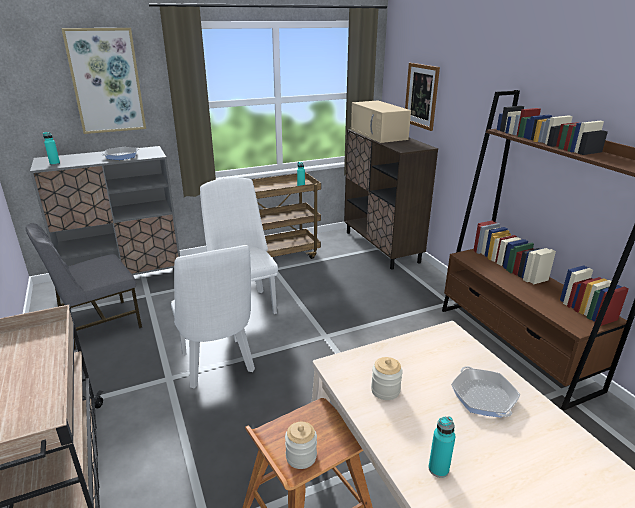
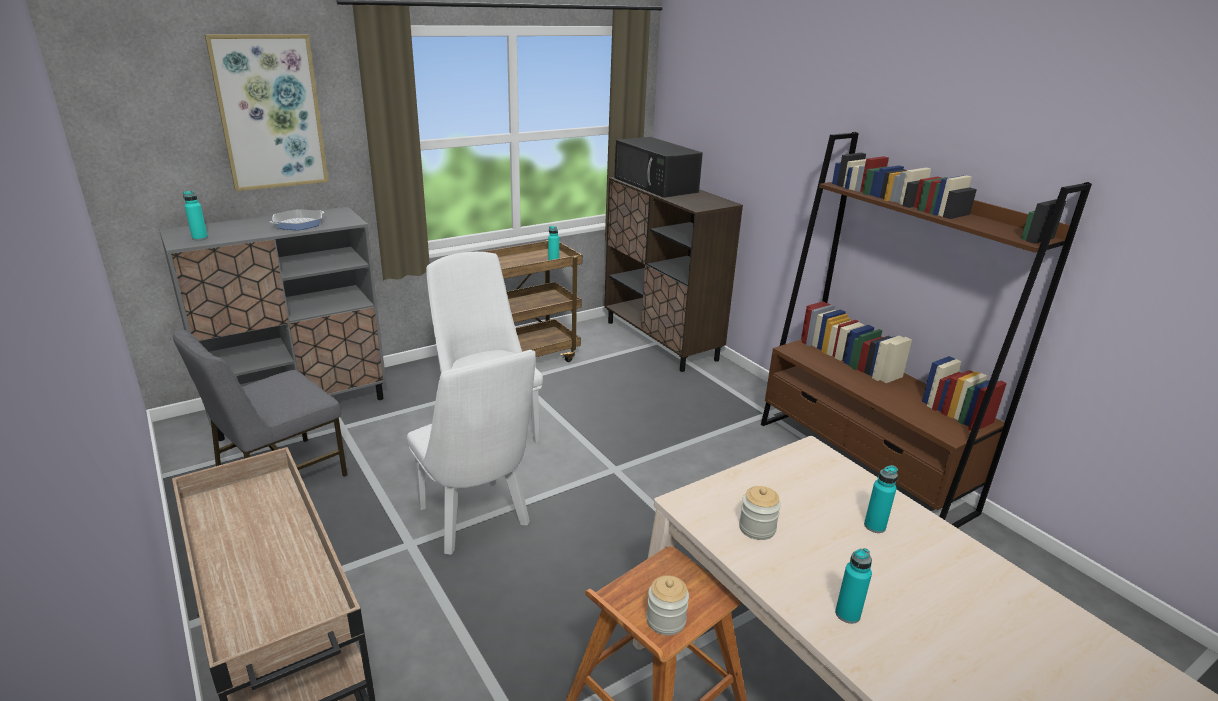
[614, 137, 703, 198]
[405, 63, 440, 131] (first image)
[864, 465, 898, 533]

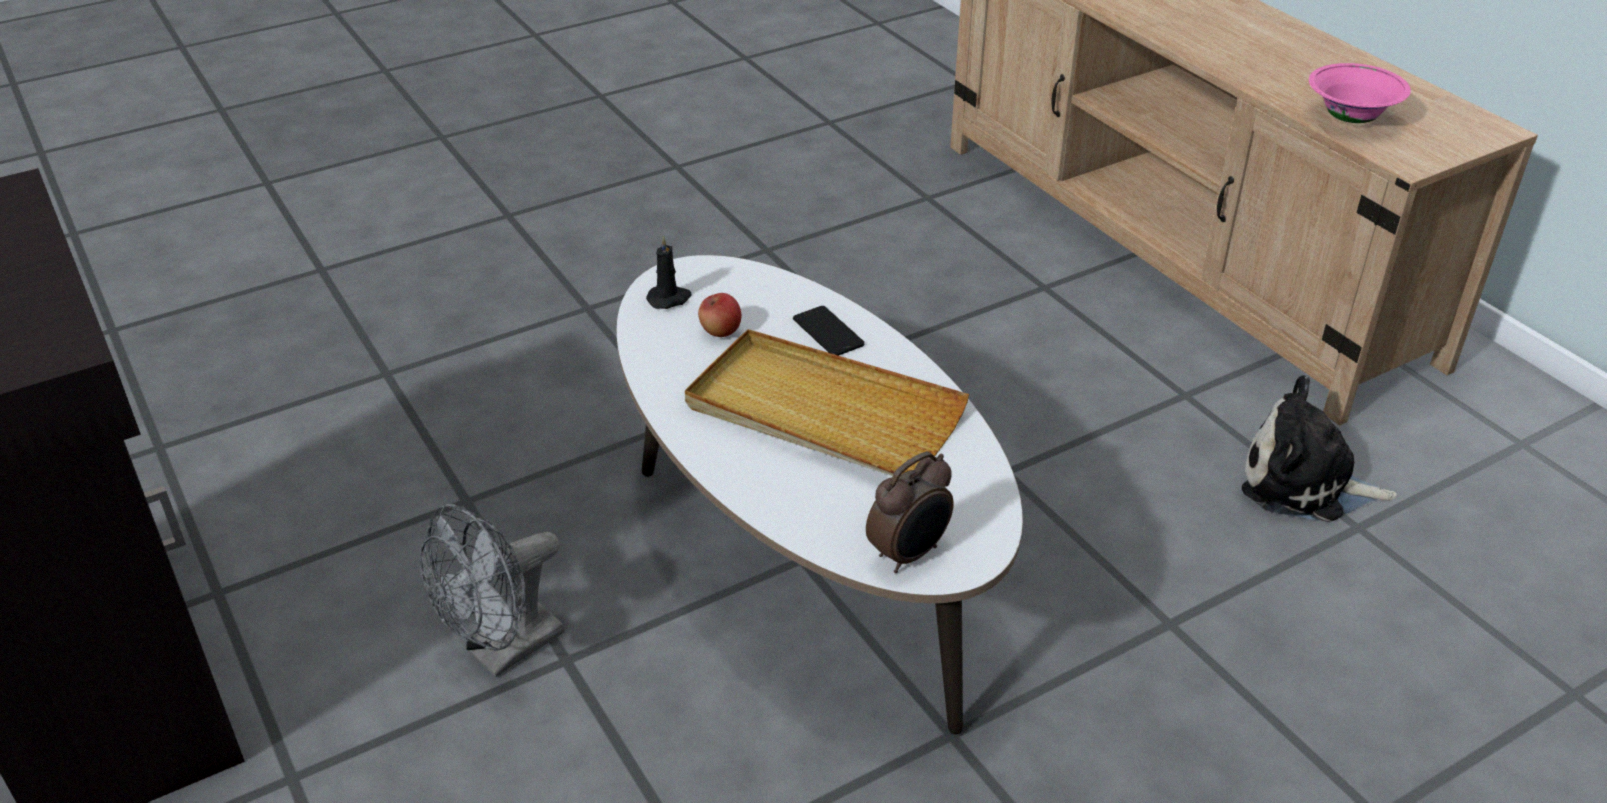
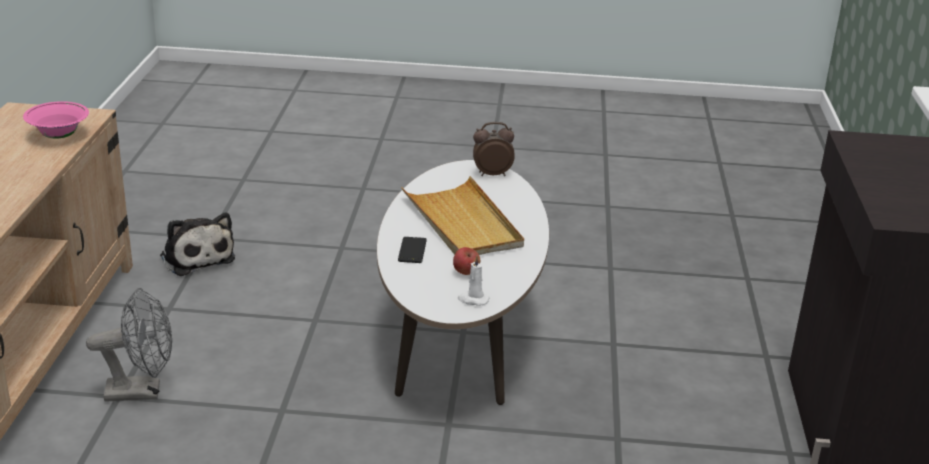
[86, 288, 172, 402]
[458, 255, 489, 306]

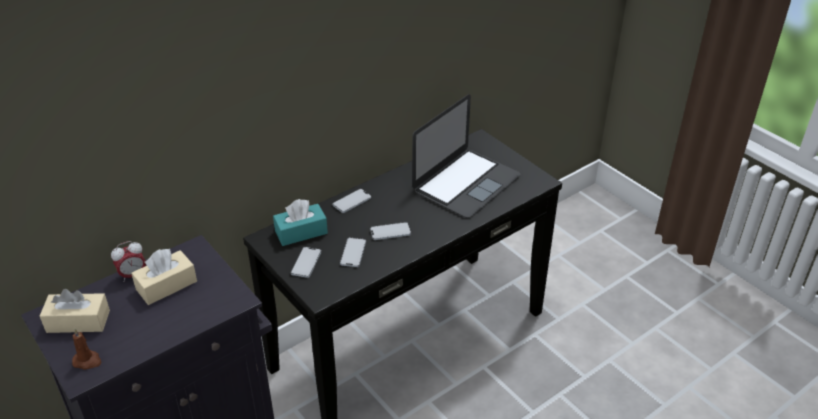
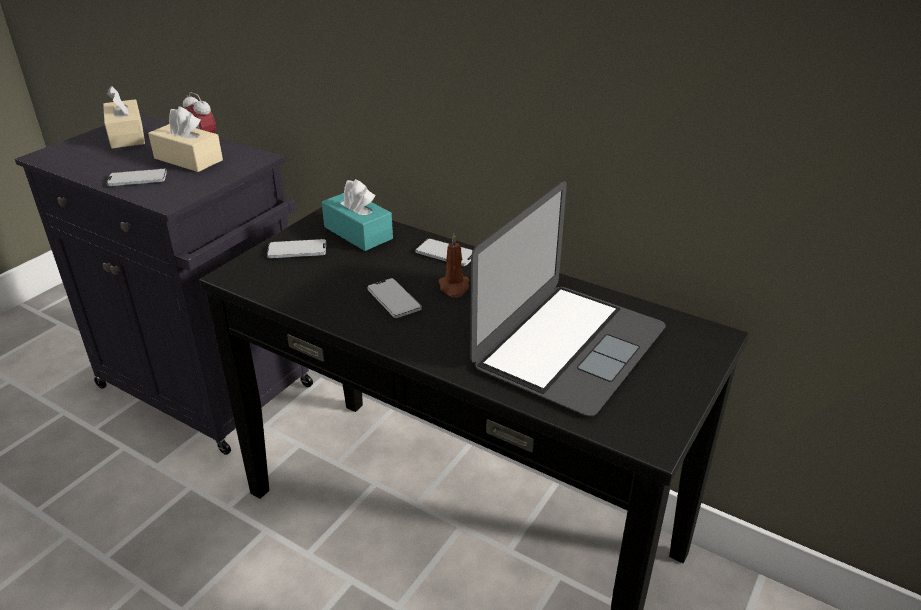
[438, 234, 469, 298]
[107, 169, 167, 186]
[470, 181, 666, 417]

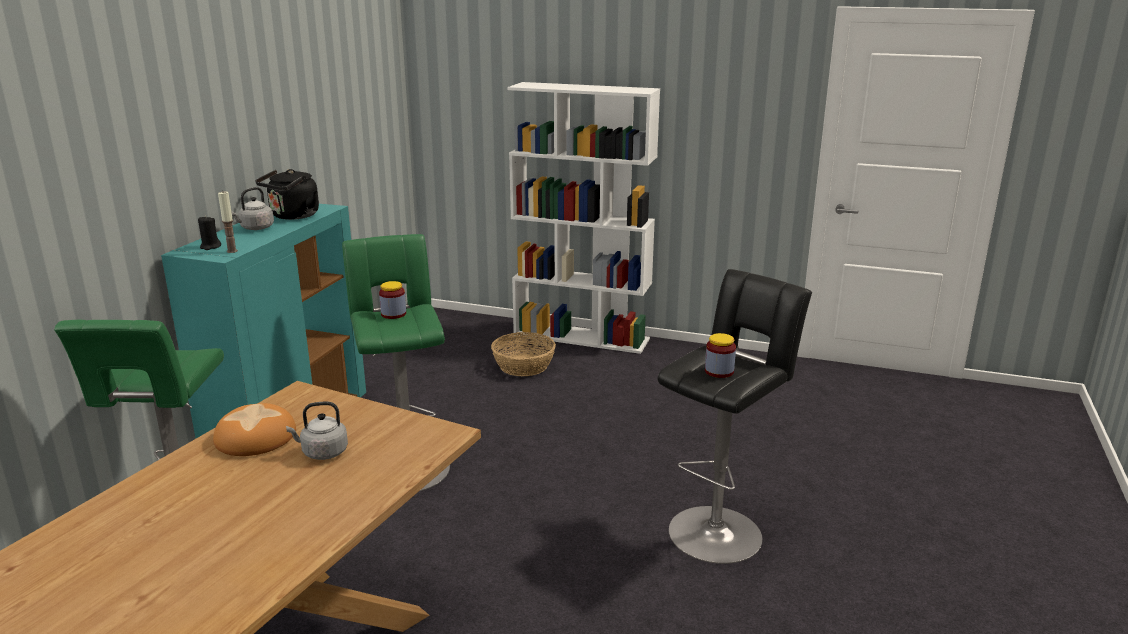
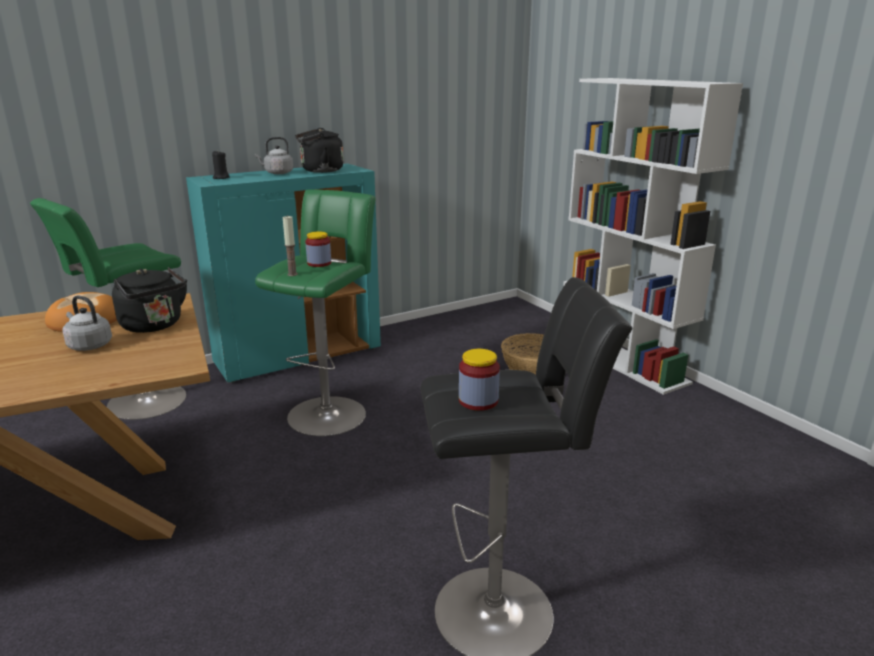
[283, 215, 298, 276]
[112, 267, 187, 333]

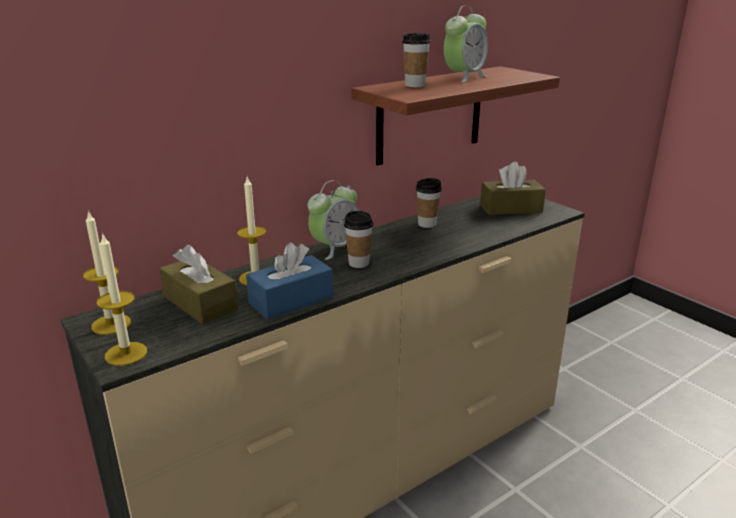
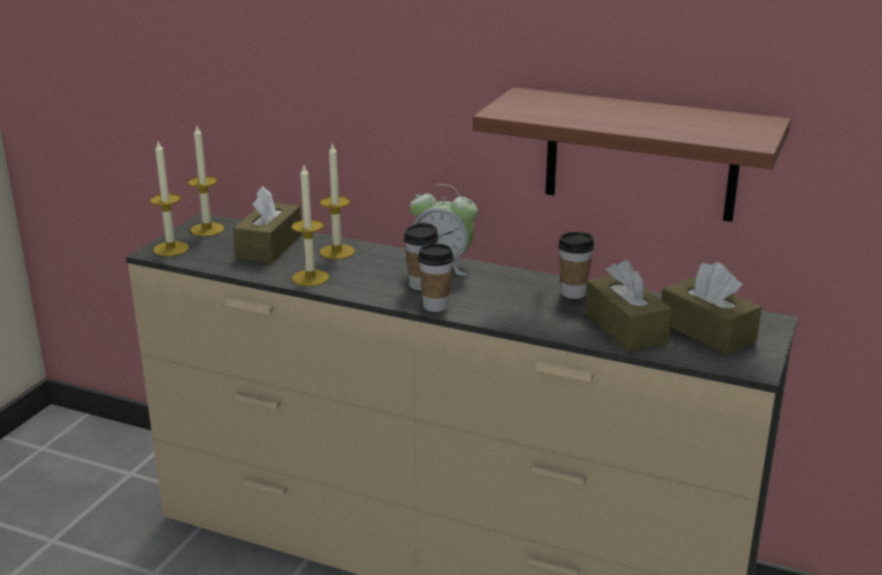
[291, 165, 329, 286]
[418, 243, 454, 312]
[444, 5, 488, 82] (first image)
[585, 260, 672, 351]

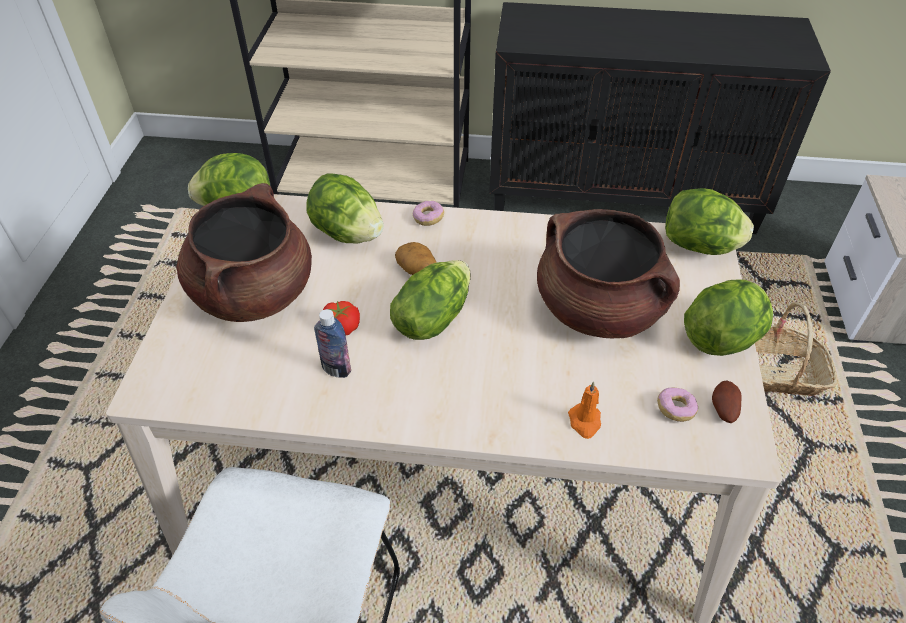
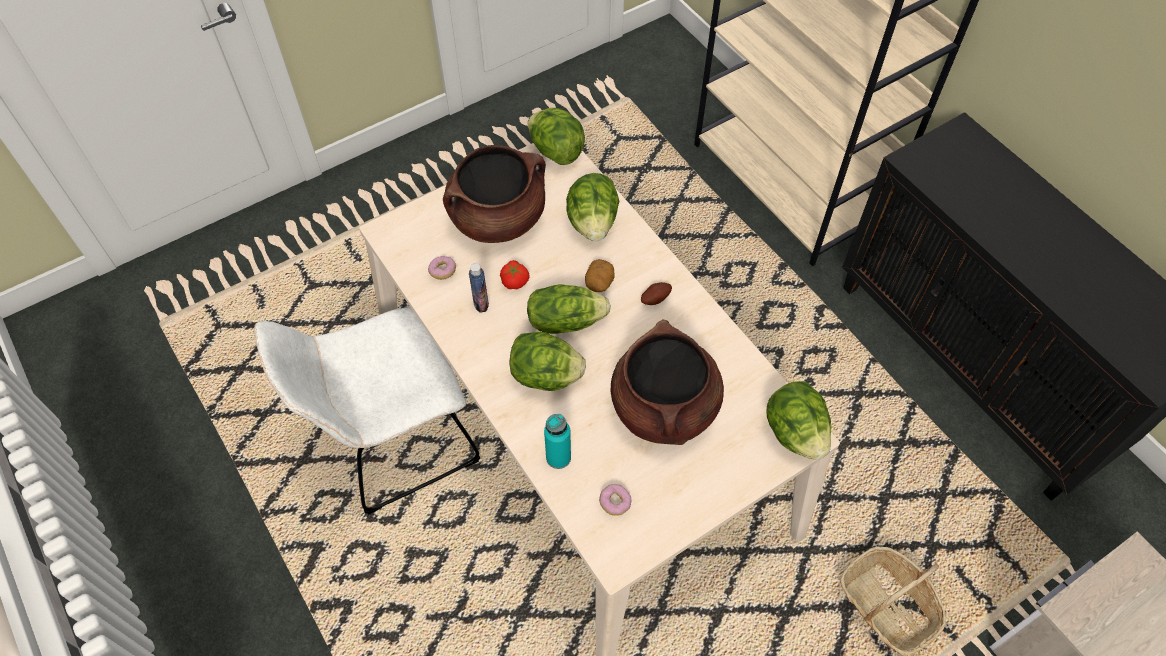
[428, 256, 456, 280]
[544, 414, 571, 469]
[510, 332, 586, 391]
[641, 282, 672, 305]

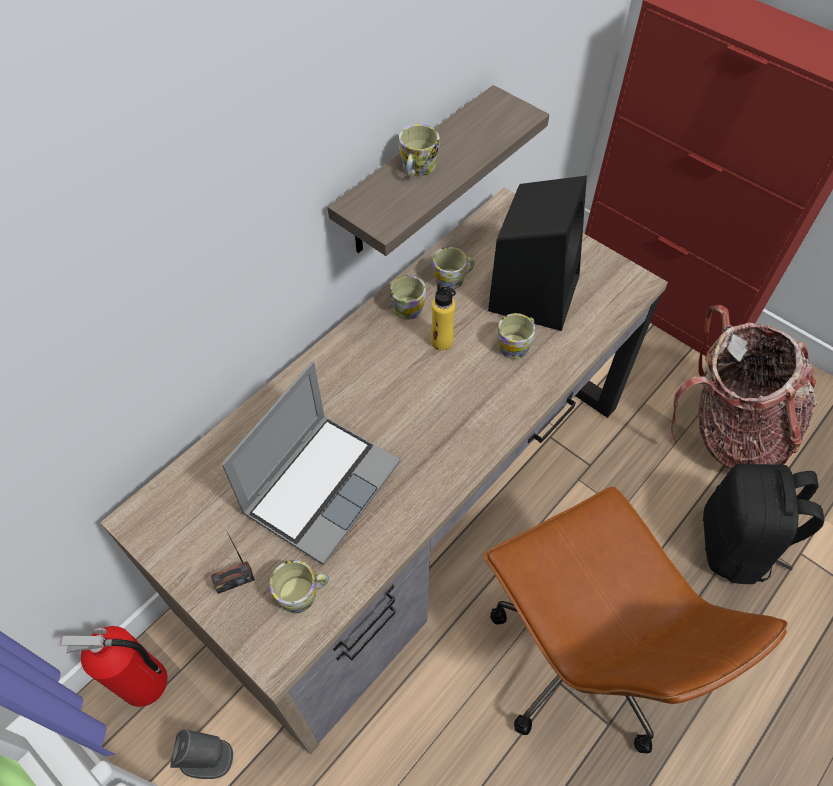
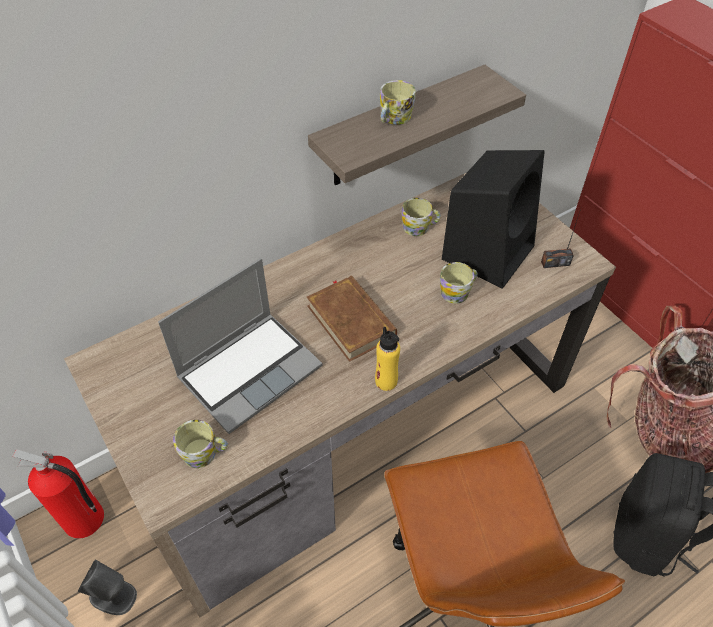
[541, 209, 581, 268]
[390, 275, 426, 320] (first image)
[375, 327, 400, 391]
[307, 275, 397, 362]

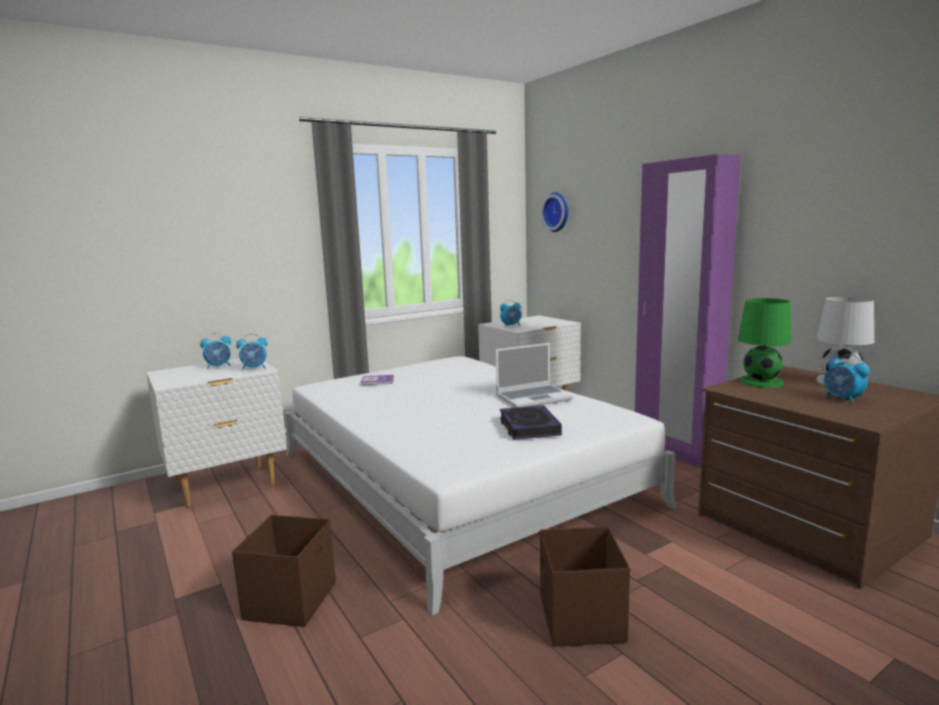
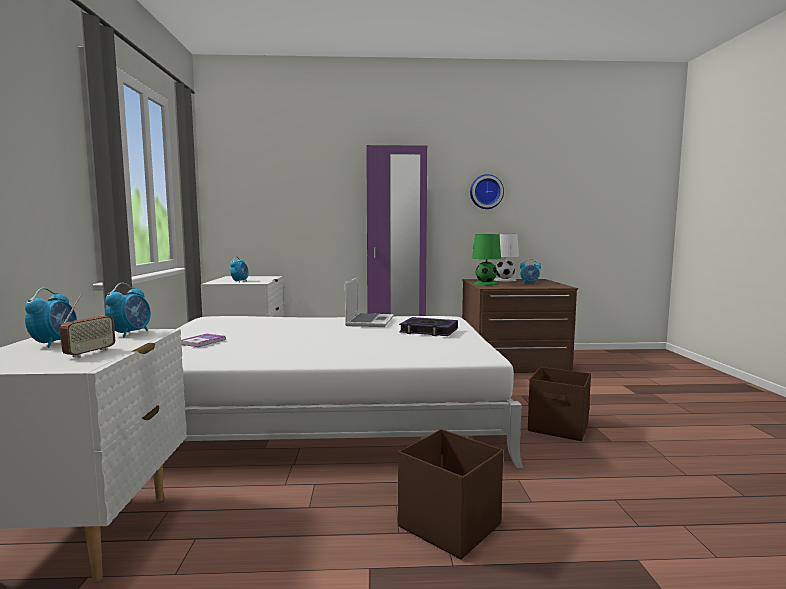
[470, 174, 504, 209]
[60, 293, 115, 358]

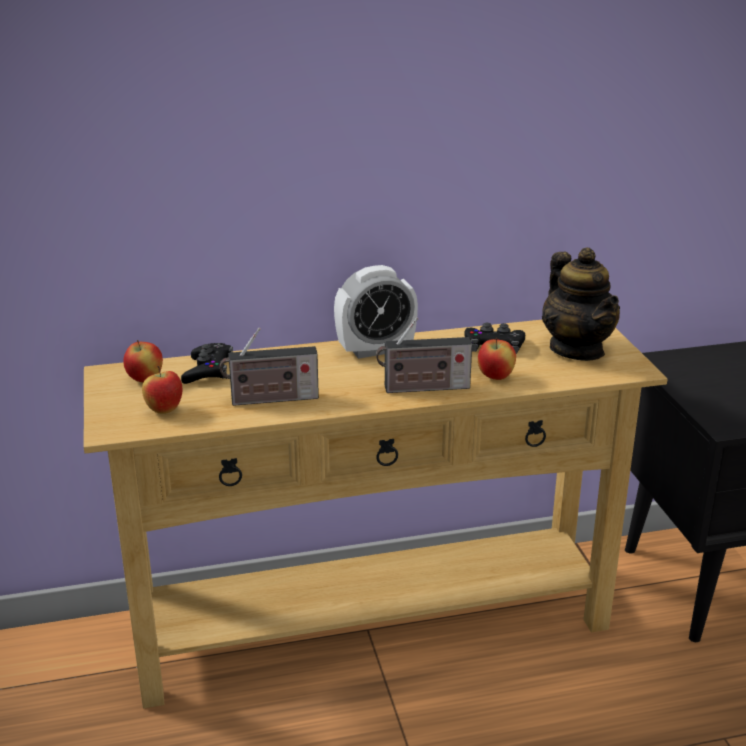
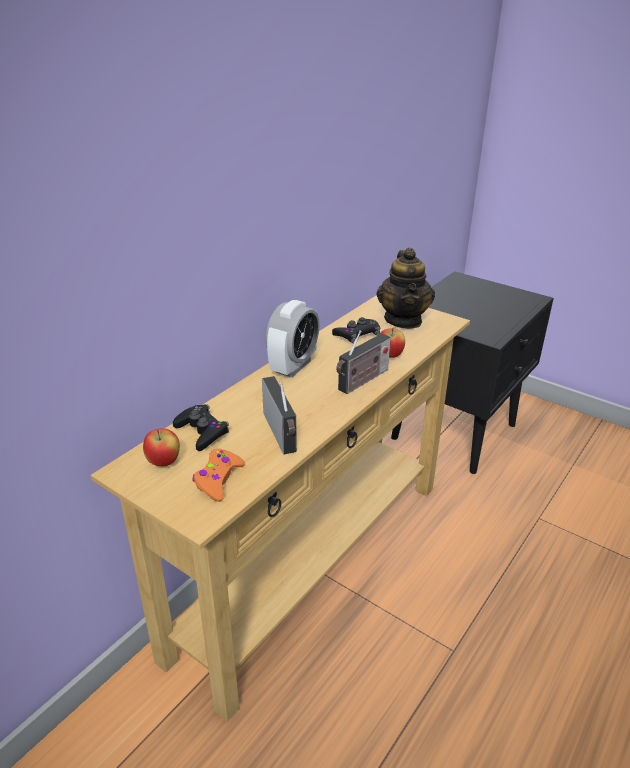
[192, 448, 245, 502]
[262, 376, 297, 454]
[376, 248, 435, 329]

